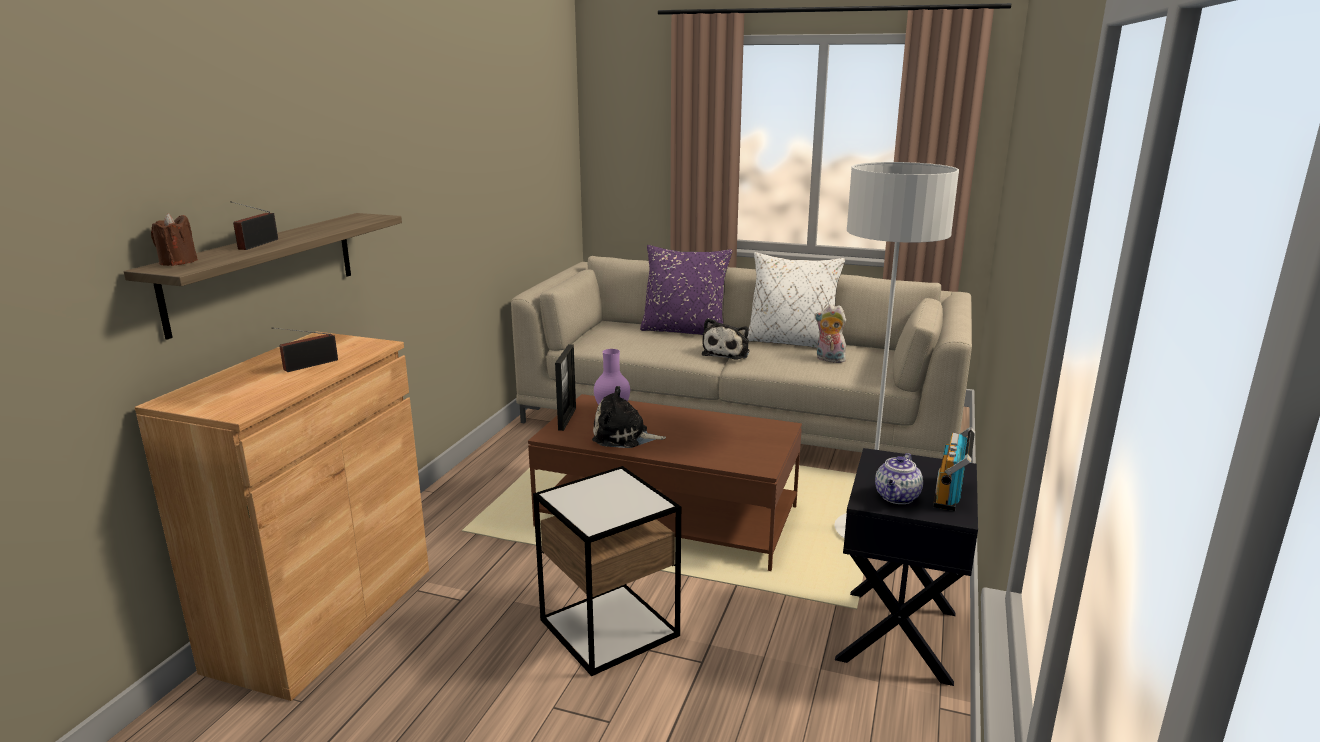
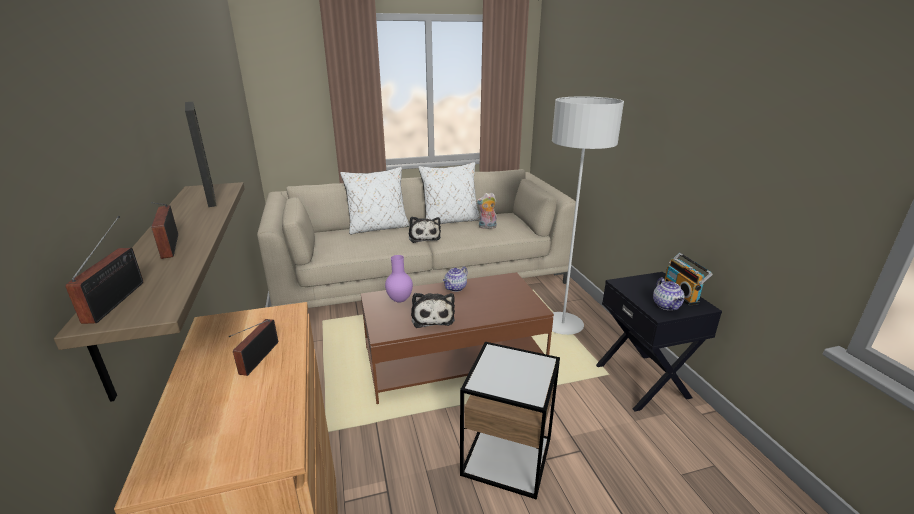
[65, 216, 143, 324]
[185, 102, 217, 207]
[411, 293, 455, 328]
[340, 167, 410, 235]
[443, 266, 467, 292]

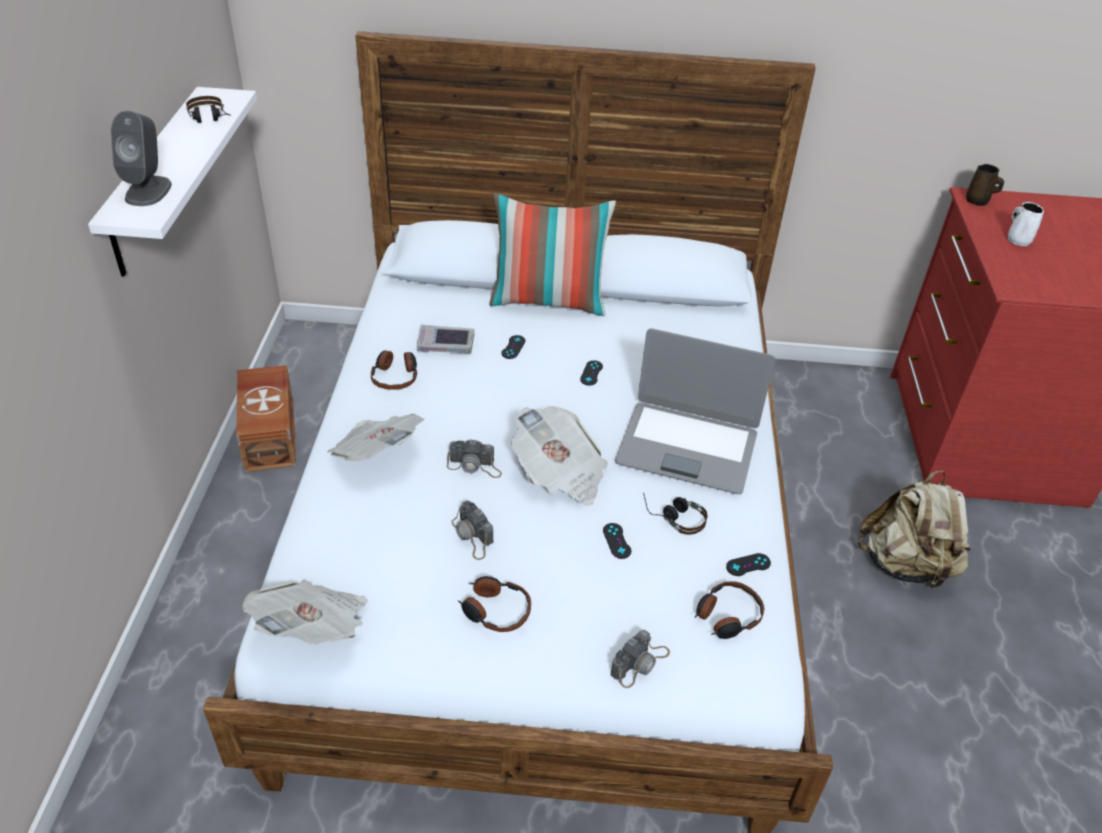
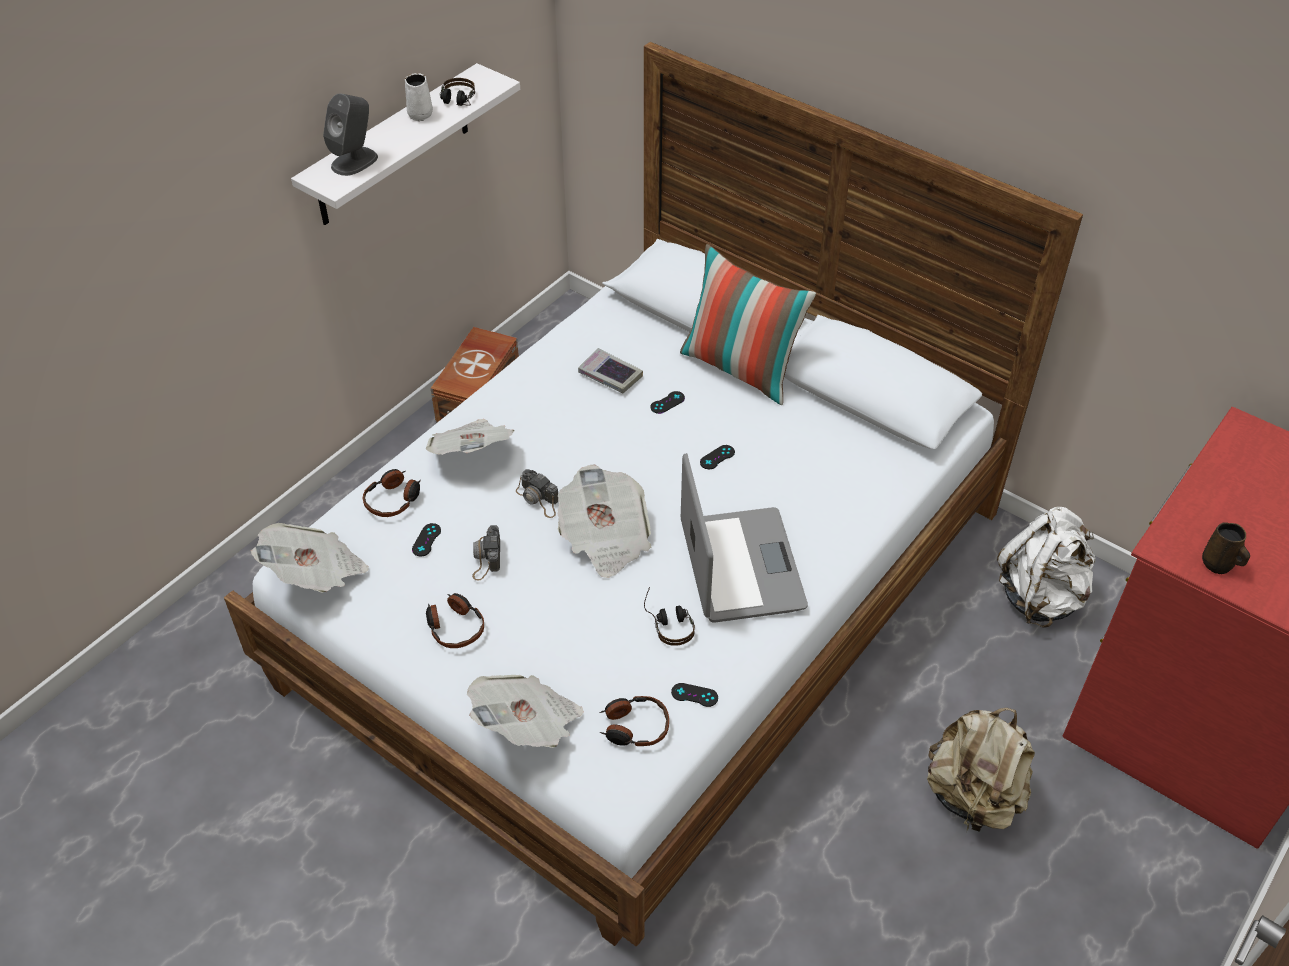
[363, 469, 421, 517]
[412, 523, 441, 557]
[467, 675, 584, 748]
[681, 453, 808, 623]
[1202, 522, 1250, 574]
[405, 73, 433, 121]
[997, 507, 1096, 628]

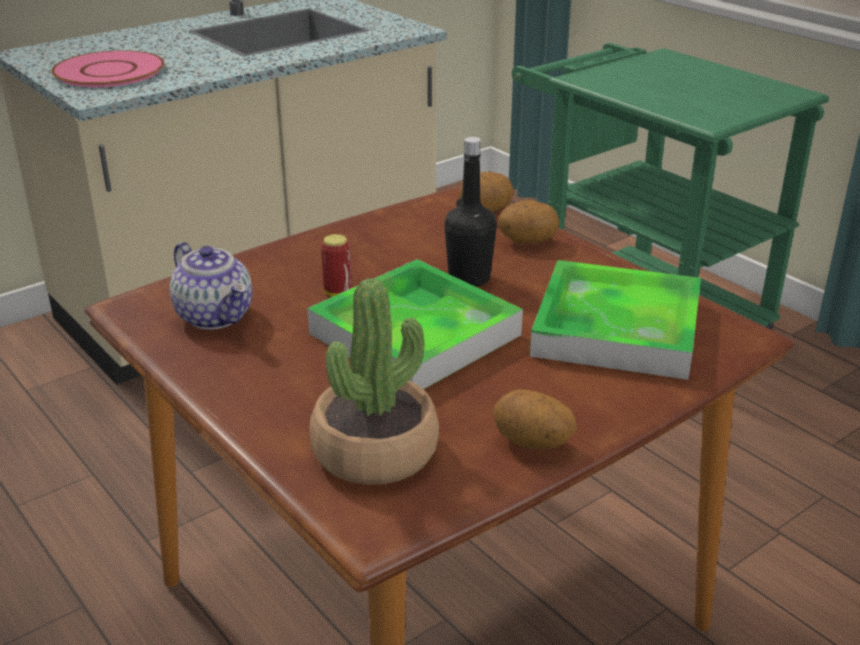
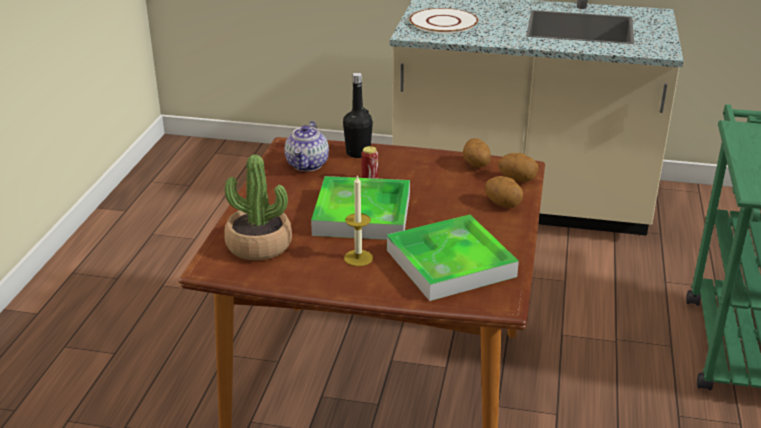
[409, 8, 478, 33]
[343, 73, 373, 158]
[463, 138, 491, 167]
[344, 174, 373, 266]

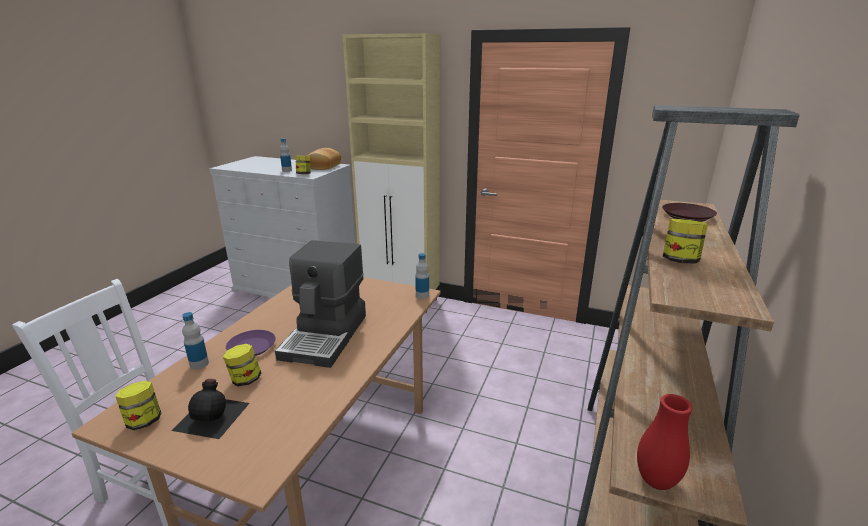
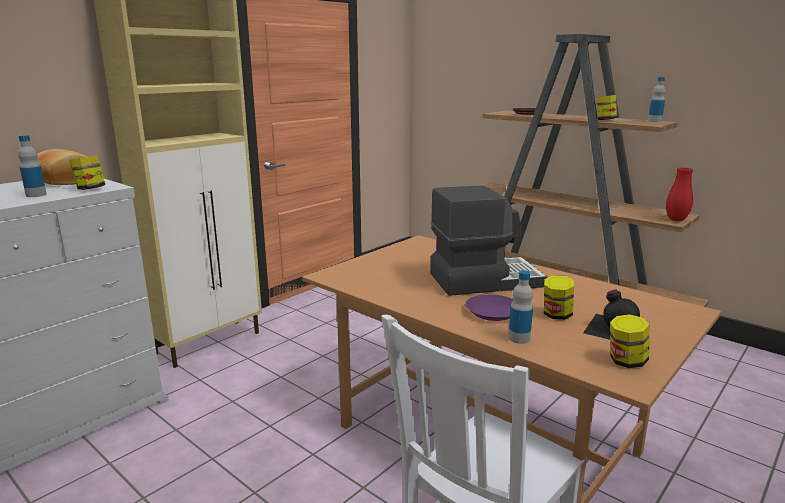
[430, 185, 547, 296]
[648, 77, 666, 122]

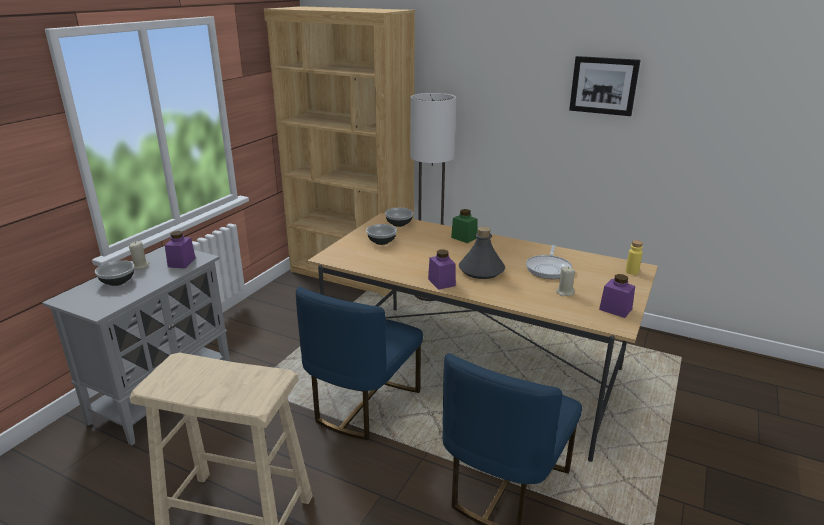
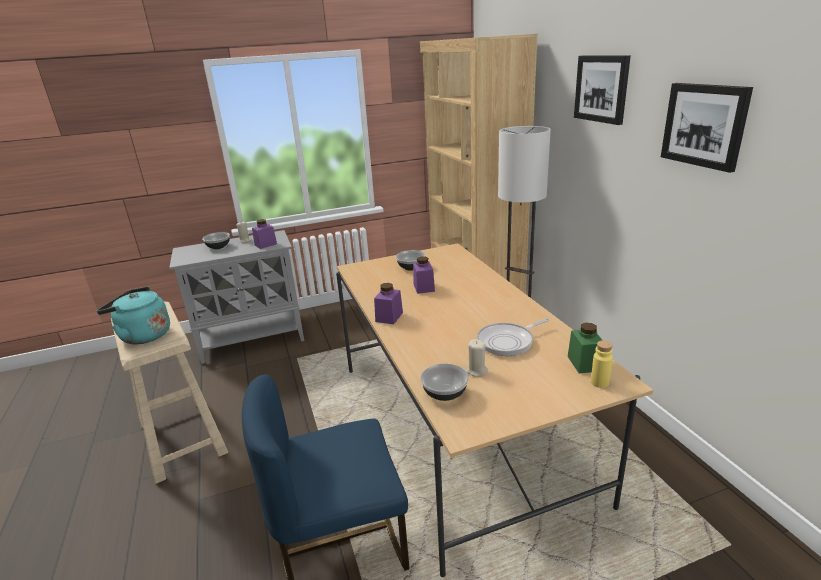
[296, 287, 423, 440] (first image)
[420, 364, 469, 401]
[568, 323, 602, 373]
[459, 227, 505, 279] (first image)
[413, 256, 435, 294]
[97, 286, 170, 344]
[574, 55, 631, 125]

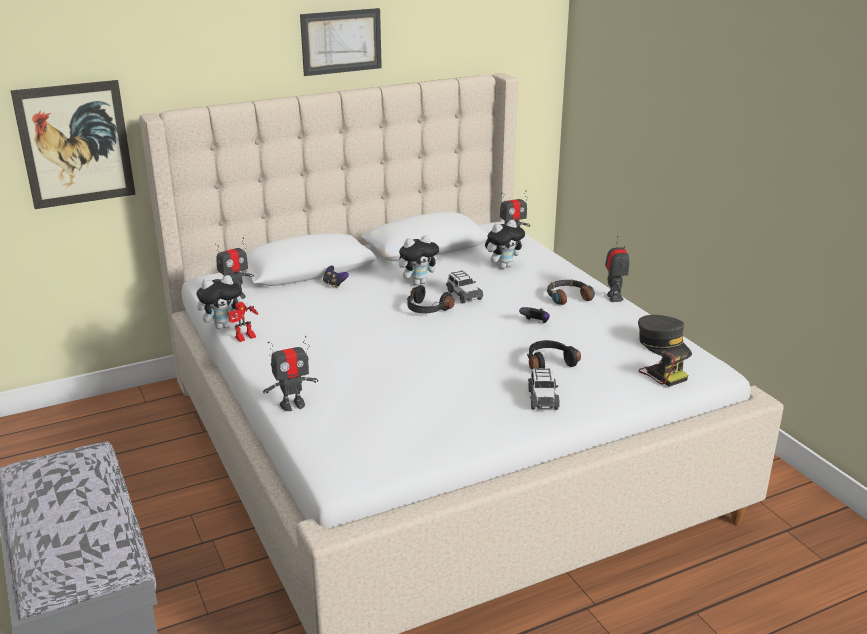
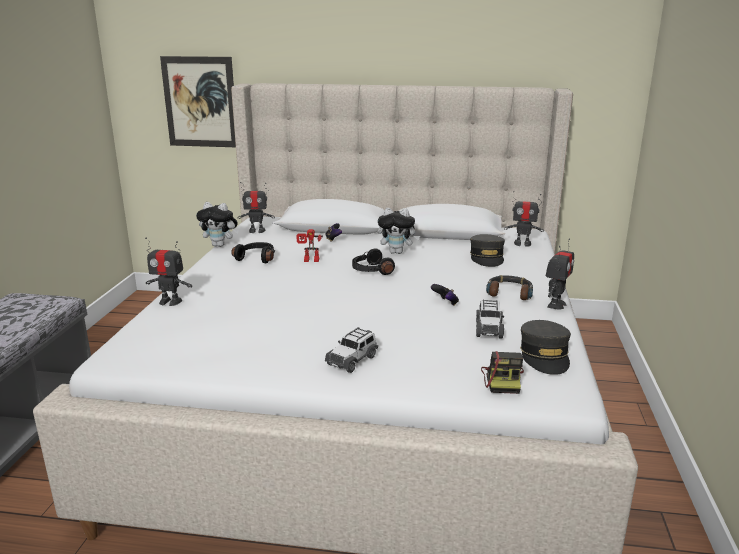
[296, 229, 323, 262]
[300, 8, 382, 76] (first image)
[476, 299, 504, 339]
[470, 234, 505, 267]
[231, 242, 275, 263]

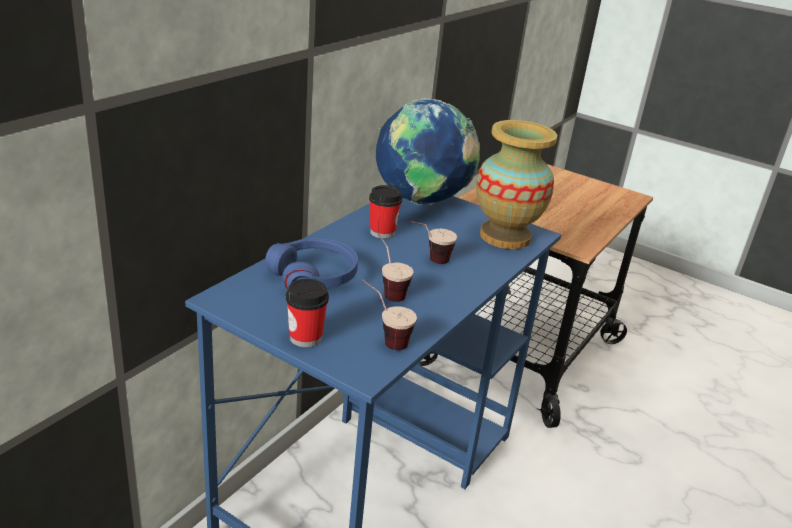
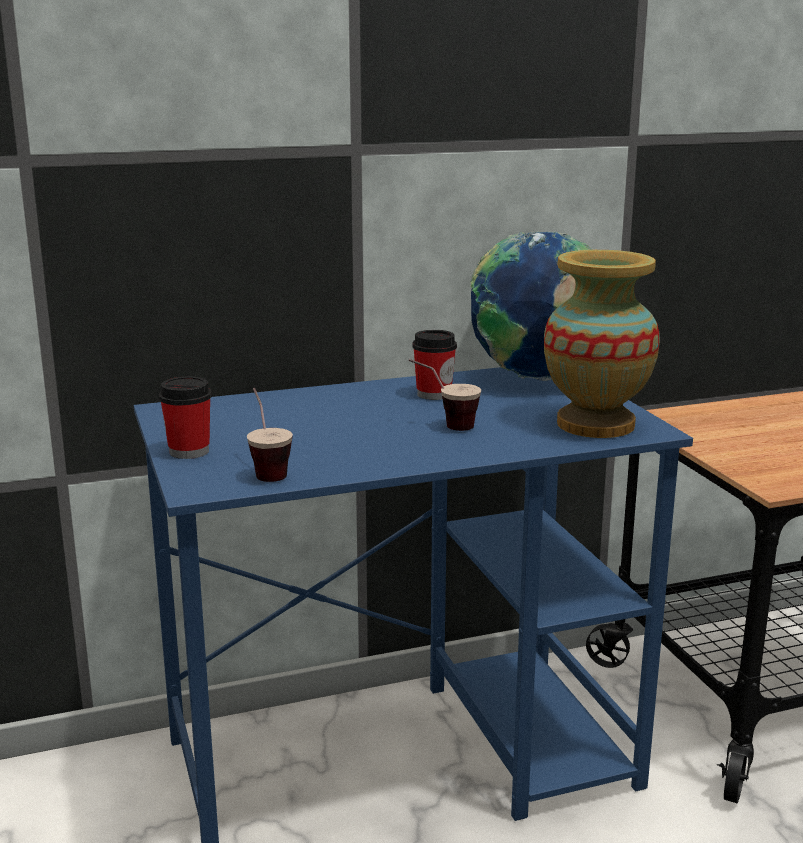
[265, 238, 358, 290] (first image)
[377, 233, 414, 302] (first image)

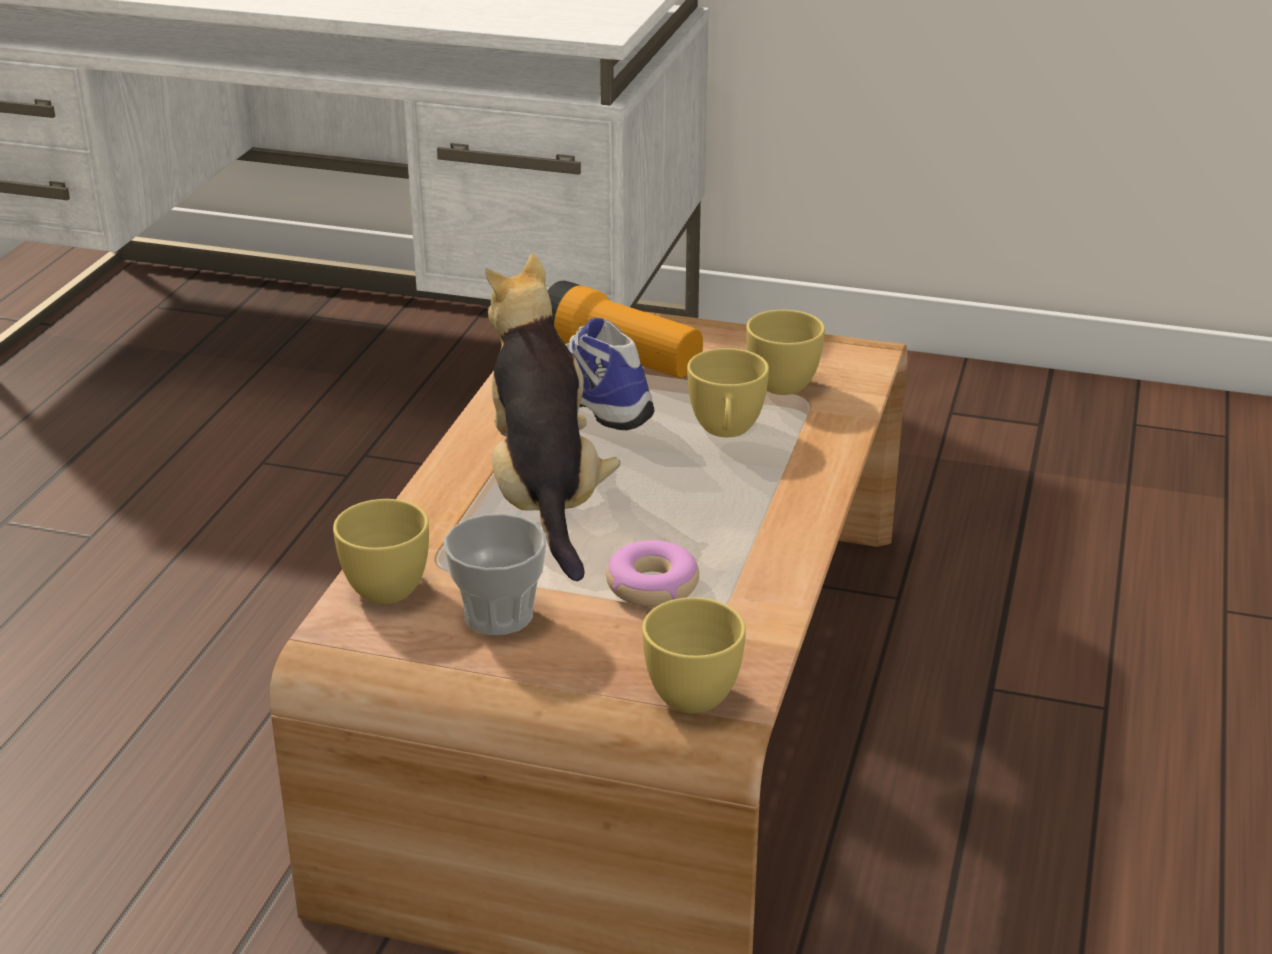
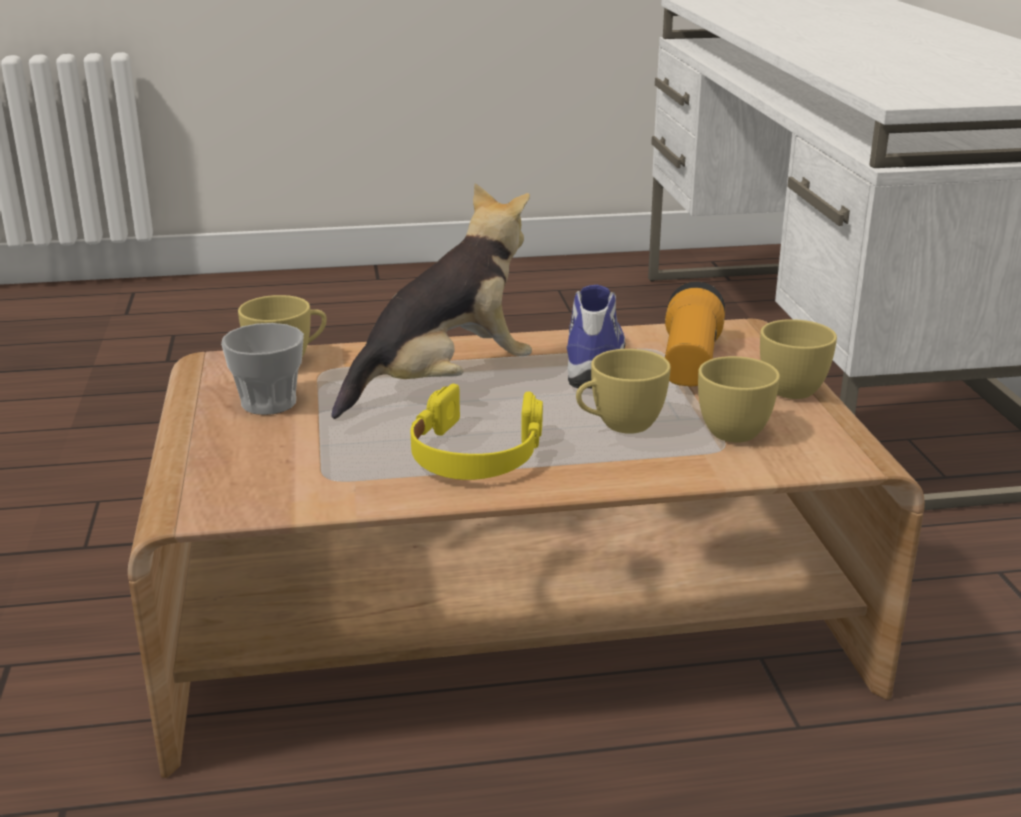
[606, 540, 699, 607] (first image)
[760, 319, 837, 399]
[410, 384, 543, 480]

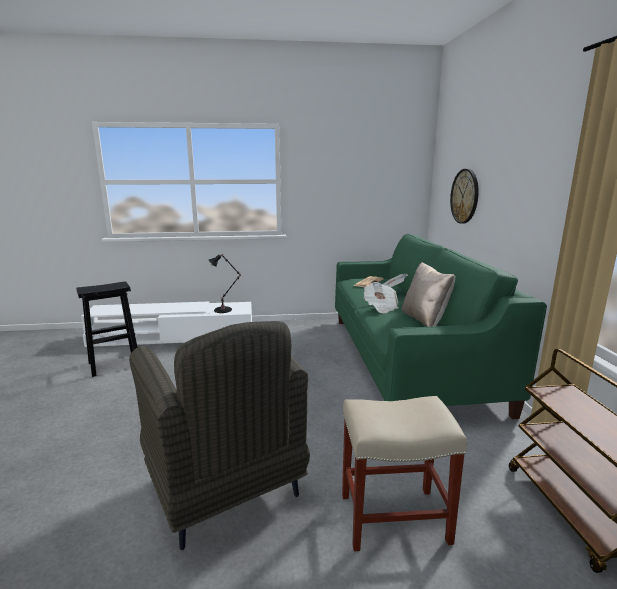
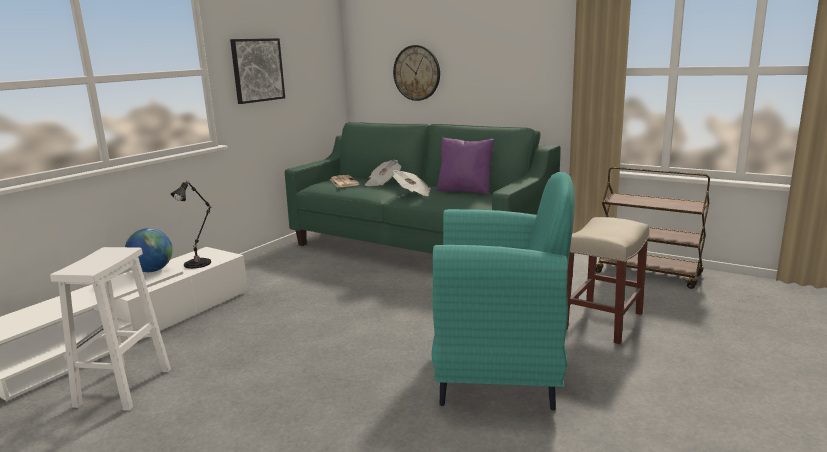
[50, 247, 171, 411]
[431, 172, 575, 410]
[436, 137, 494, 195]
[125, 228, 173, 272]
[230, 38, 285, 104]

